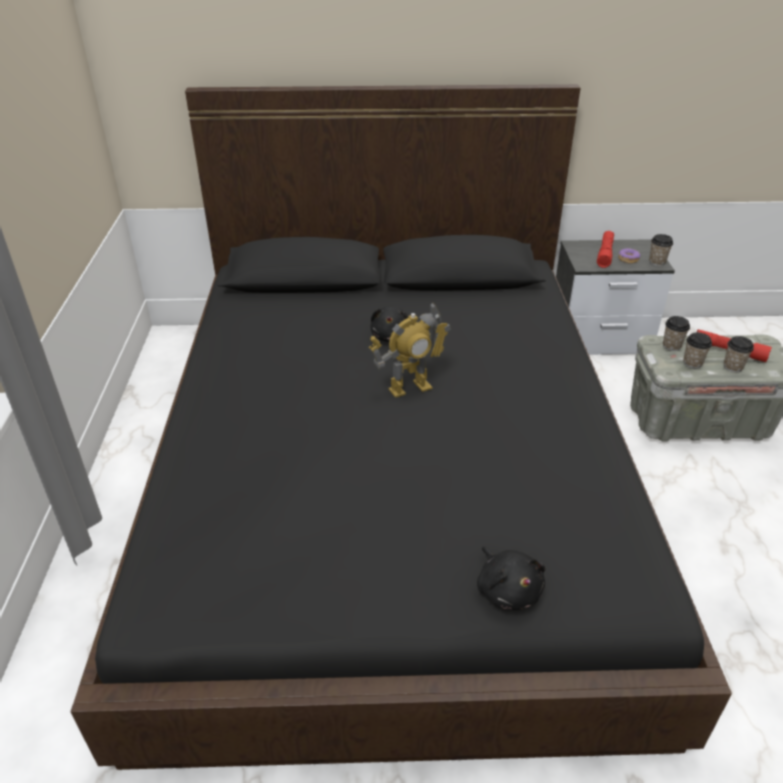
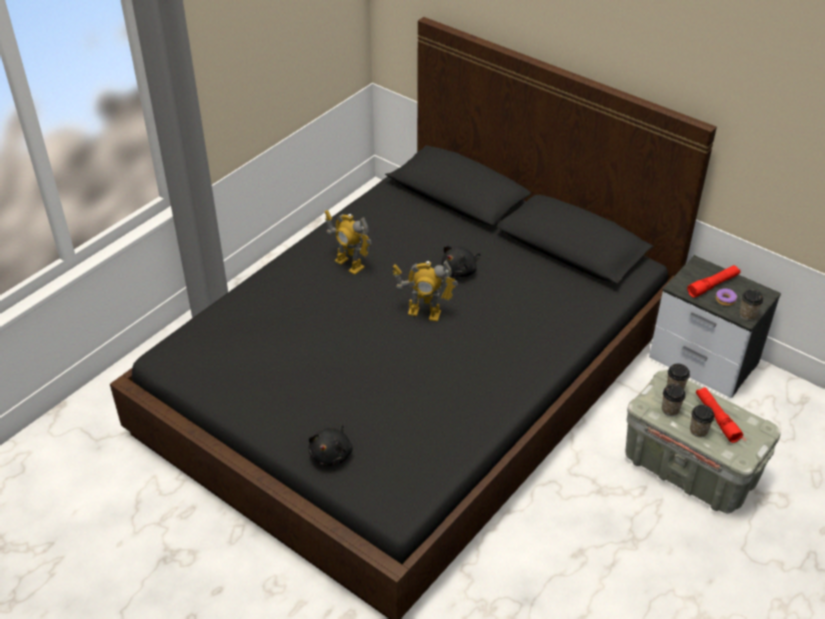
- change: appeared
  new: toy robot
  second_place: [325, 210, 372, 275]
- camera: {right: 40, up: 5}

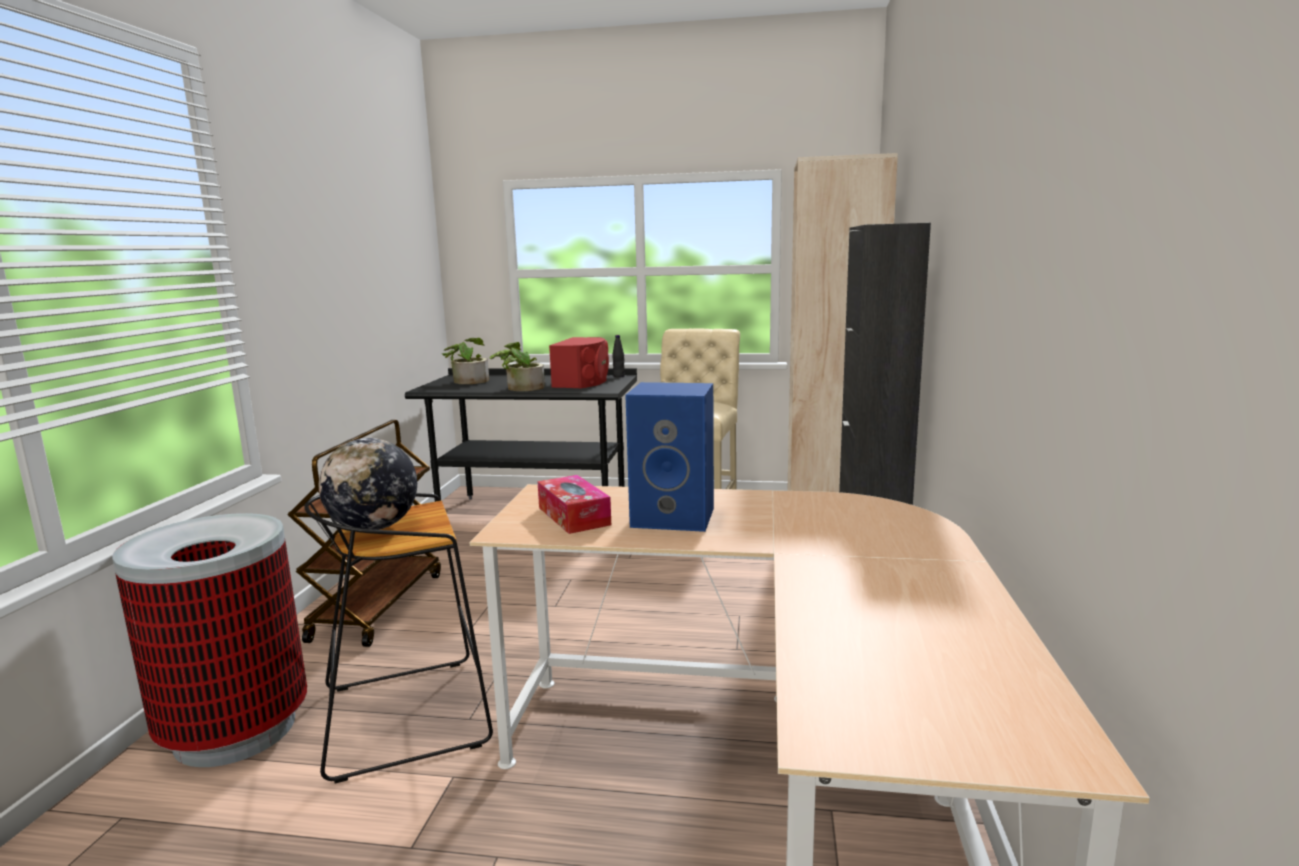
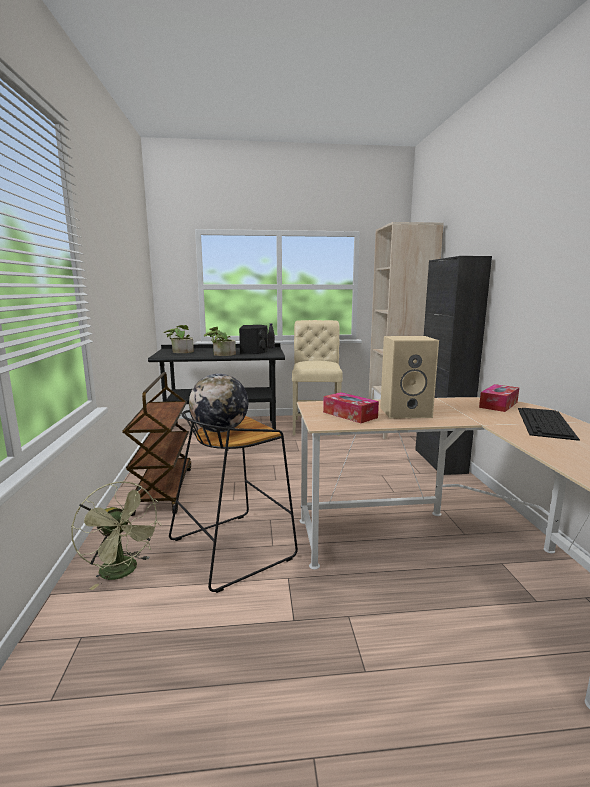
- change: exchanged
  old: trash can
  new: fan/green
  first_place: [112, 513, 307, 767]
  second_place: [71, 481, 161, 590]
- change: colour
  old: speaker/red
  new: speaker/black
  first_place: [549, 337, 609, 388]
  second_place: [239, 325, 268, 354]
- change: colour
  old: speaker/blue
  new: speaker/beige
  first_place: [625, 382, 714, 532]
  second_place: [380, 336, 439, 419]
- change: appeared
  new: tissue box
  second_place: [479, 384, 519, 412]
- change: appeared
  new: keyboard
  second_place: [518, 408, 580, 441]
- camera: {right: -15, up: 0}

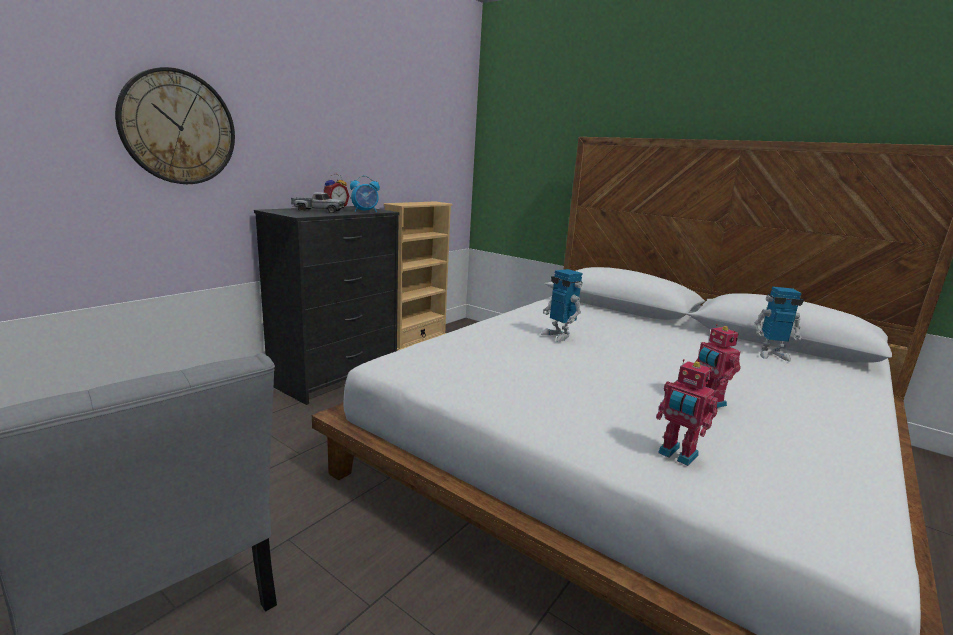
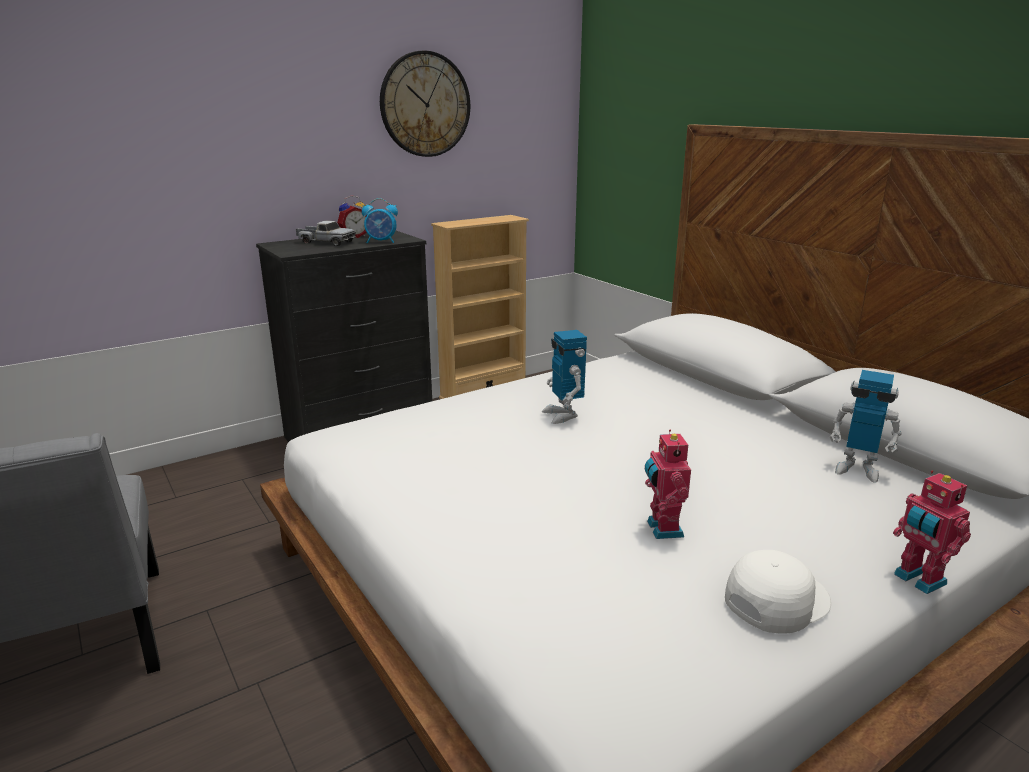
- change: relocated
  old: wall clock
  first_place: [115, 67, 235, 184]
  second_place: [380, 50, 470, 157]
- change: relocated
  old: toy robot
  first_place: [656, 359, 718, 466]
  second_place: [893, 471, 971, 594]
- change: appeared
  new: cap/white
  second_place: [725, 550, 831, 634]
- camera: {right: 20, up: 5}

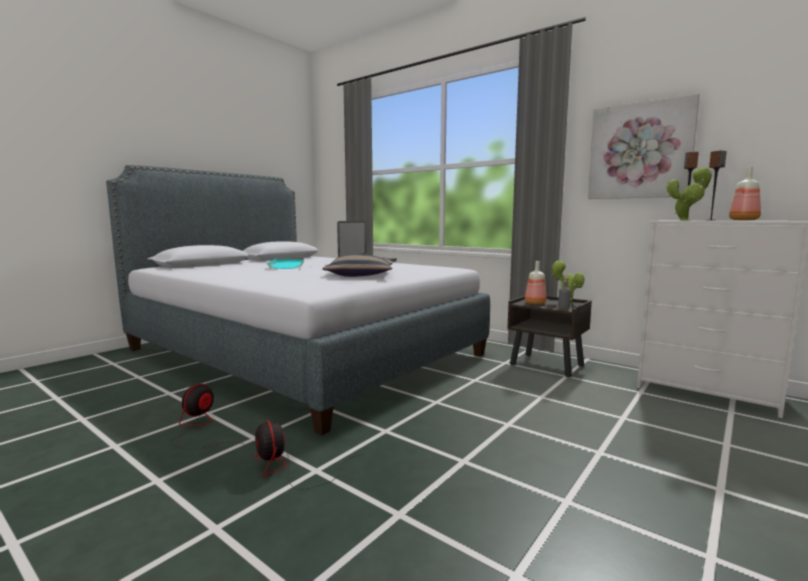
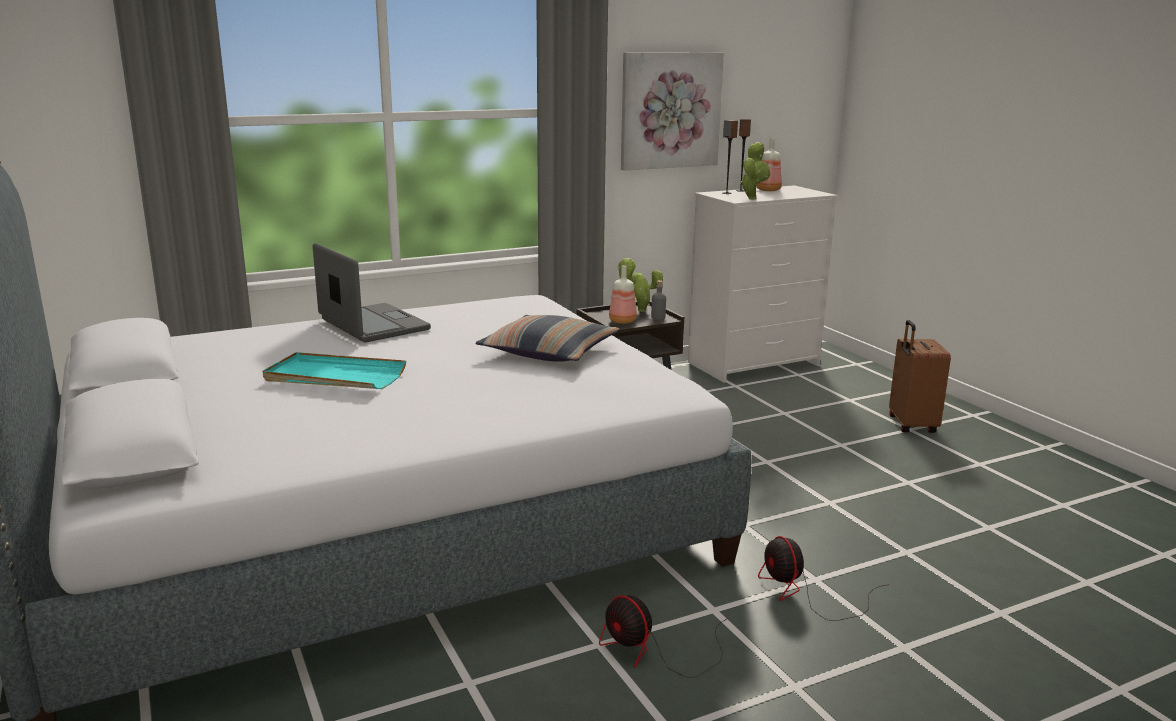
- change: spun
  old: fan
  first_place: [255, 420, 362, 490]
  second_place: [758, 536, 889, 621]
  degrees: 75
- change: appeared
  new: suitcase/brown
  second_place: [889, 320, 951, 433]
- camera: {right: -65, up: 10}

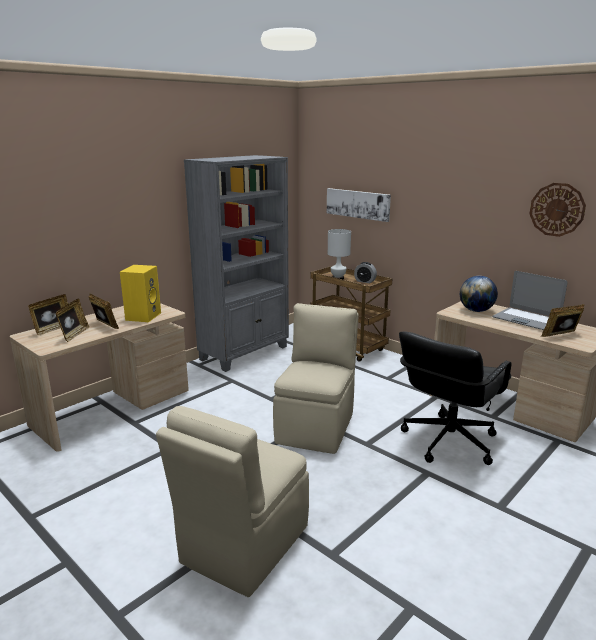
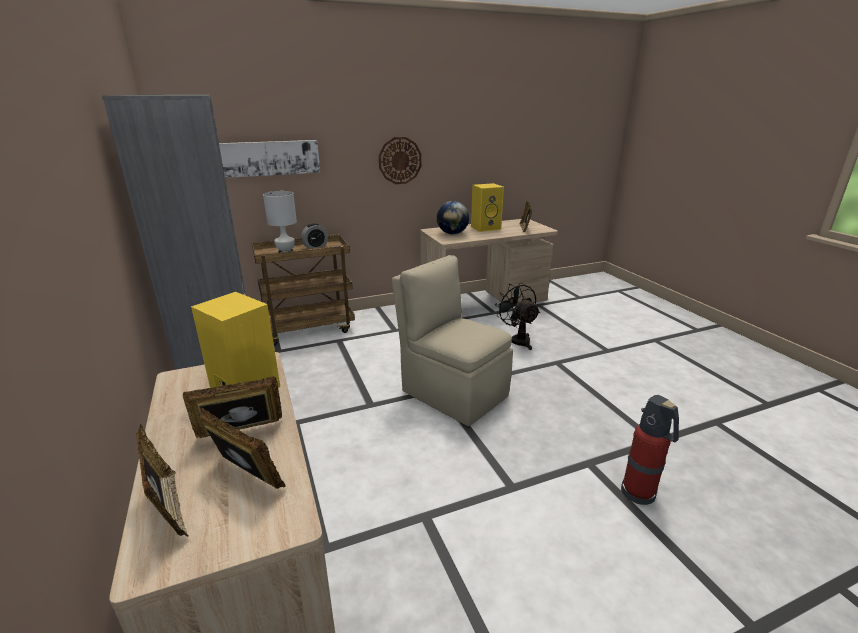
- change: exchanged
  old: chair/beige
  new: fire extinguisher
  first_place: [156, 406, 309, 597]
  second_place: [621, 395, 679, 505]
- change: exchanged
  old: office chair/black
  new: fan/black
  first_place: [399, 331, 512, 465]
  second_place: [496, 283, 540, 350]
- change: exchanged
  old: laptop
  new: speaker/yellow
  first_place: [492, 271, 568, 330]
  second_place: [471, 183, 504, 232]
- change: relocated
  old: wall clock
  first_place: [530, 183, 586, 237]
  second_place: [379, 137, 422, 184]
- camera: {right: -65, up: 5}

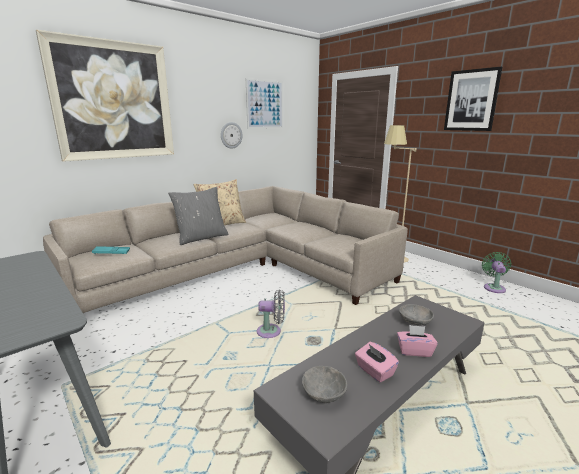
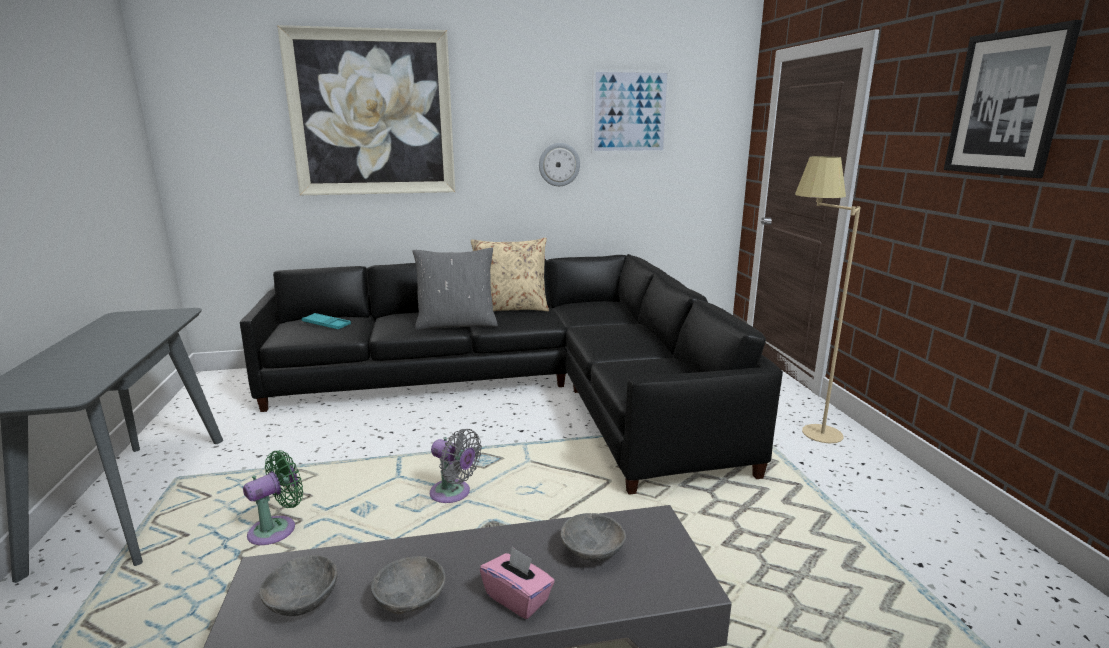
- change: colour
  old: sofa/beige
  new: sofa/black
  first_place: [43, 186, 408, 313]
  second_place: [240, 254, 783, 495]
- change: exchanged
  old: tissue box/pink
  new: bowl/grey
  first_place: [355, 342, 399, 383]
  second_place: [371, 556, 446, 614]
- change: relocated
  old: fan/green
  first_place: [482, 252, 511, 293]
  second_place: [243, 450, 303, 545]
- camera: {right: 30, up: 0}

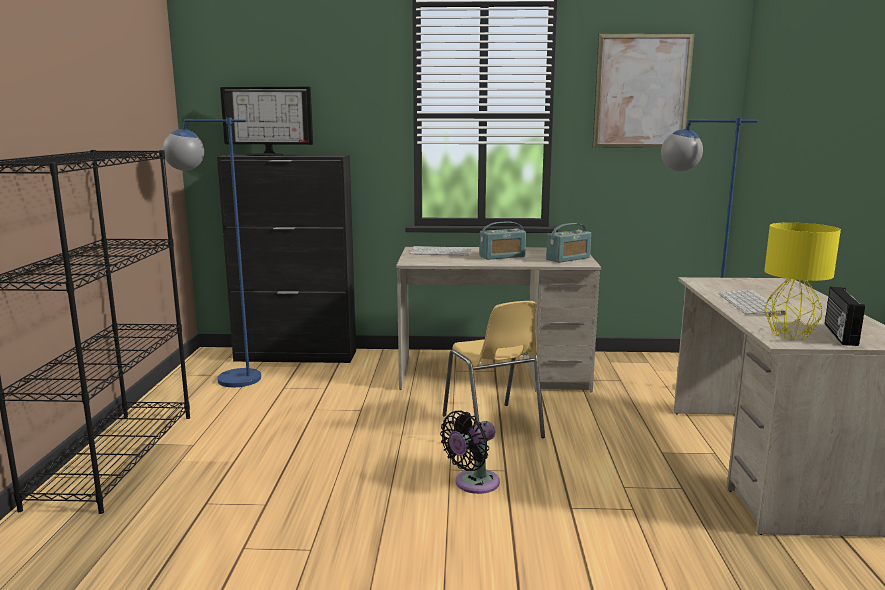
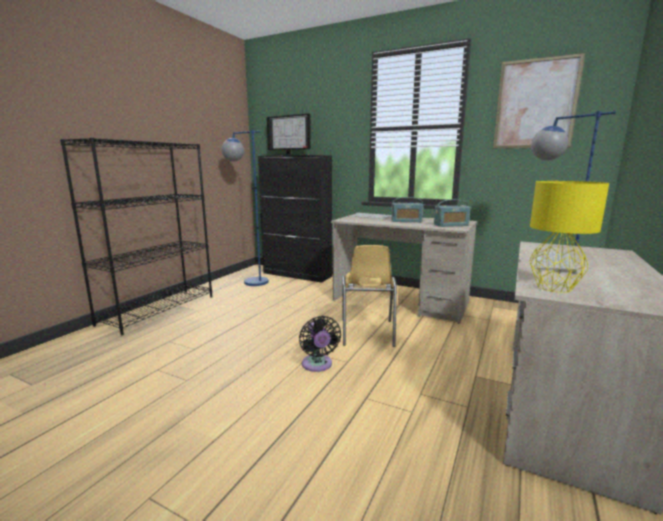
- change: spun
  old: fan/black
  first_place: [440, 411, 500, 494]
  second_place: [299, 316, 341, 372]
  degrees: -90
- change: missing
  old: radio
  first_place: [825, 286, 865, 346]
- camera: {right: 25, up: 0}

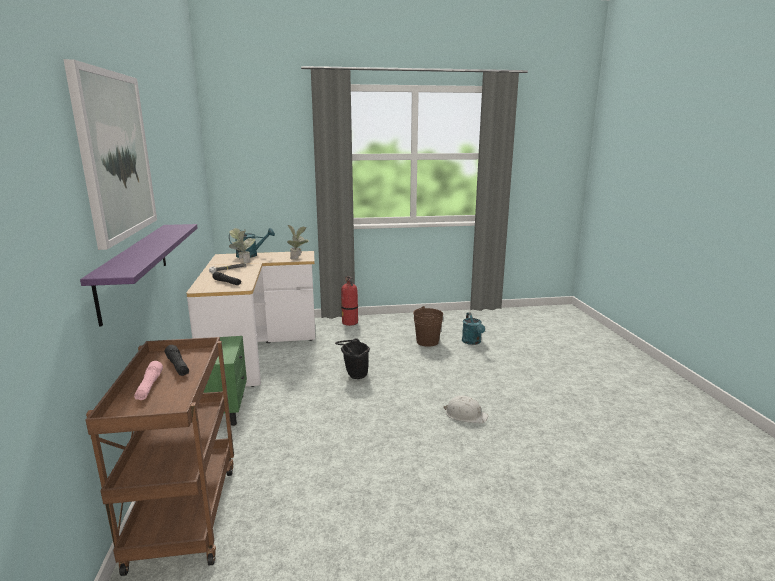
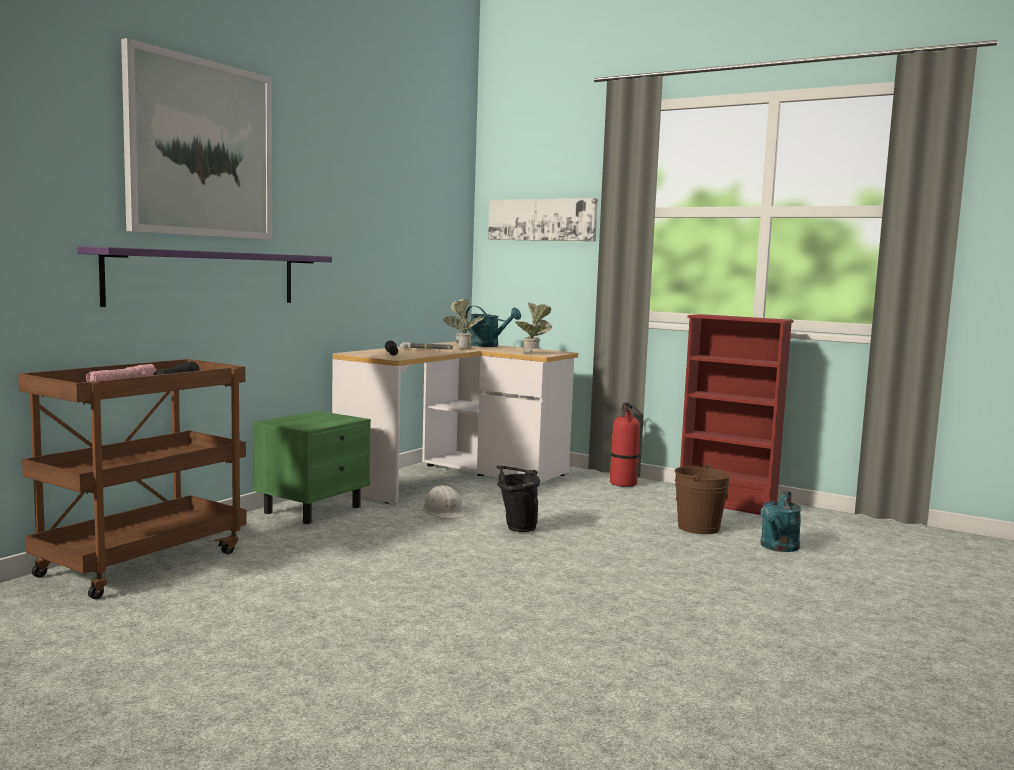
- change: relocated
  old: hard hat/white
  first_place: [443, 396, 488, 423]
  second_place: [422, 485, 465, 519]
- change: appeared
  new: picture
  second_place: [488, 198, 598, 241]
- change: appeared
  new: bookcase/red
  second_place: [676, 314, 794, 515]
- camera: {right: 40, up: -10}

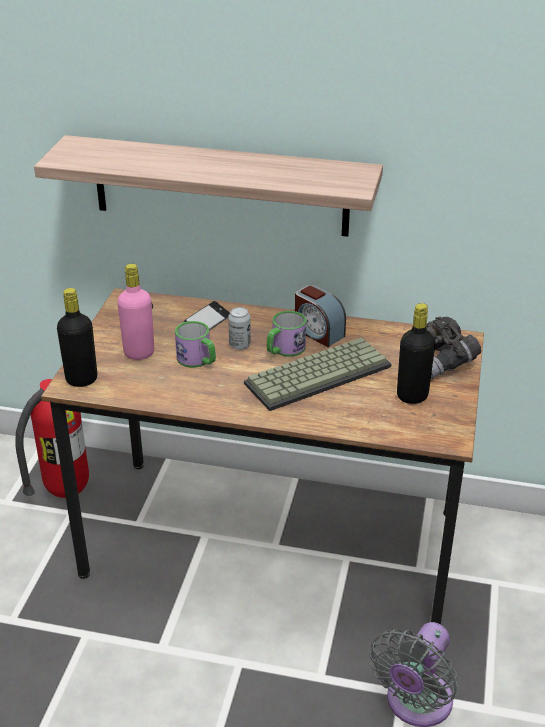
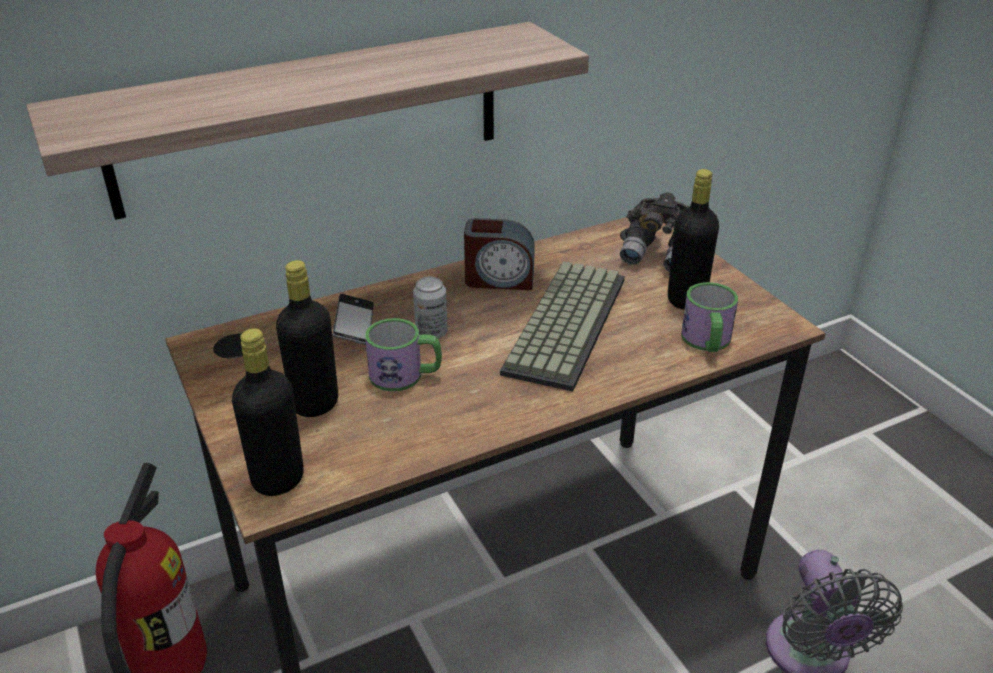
- change: colour
  old: bottle/pink
  new: bottle/black
  first_place: [117, 264, 154, 360]
  second_place: [276, 260, 338, 417]
- change: relocated
  old: mug
  first_place: [267, 311, 306, 357]
  second_place: [681, 282, 738, 352]
- camera: {right: -40, up: 0}

